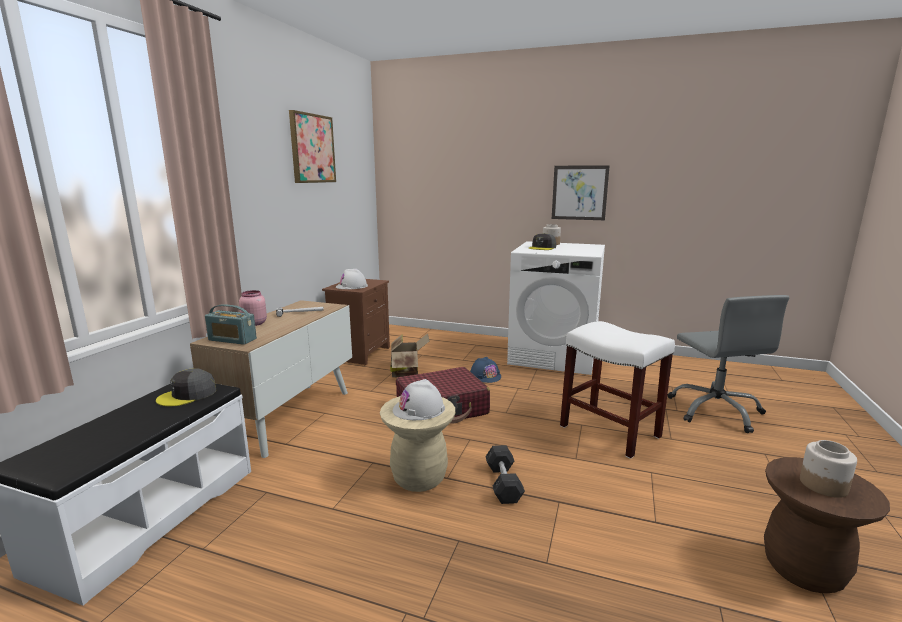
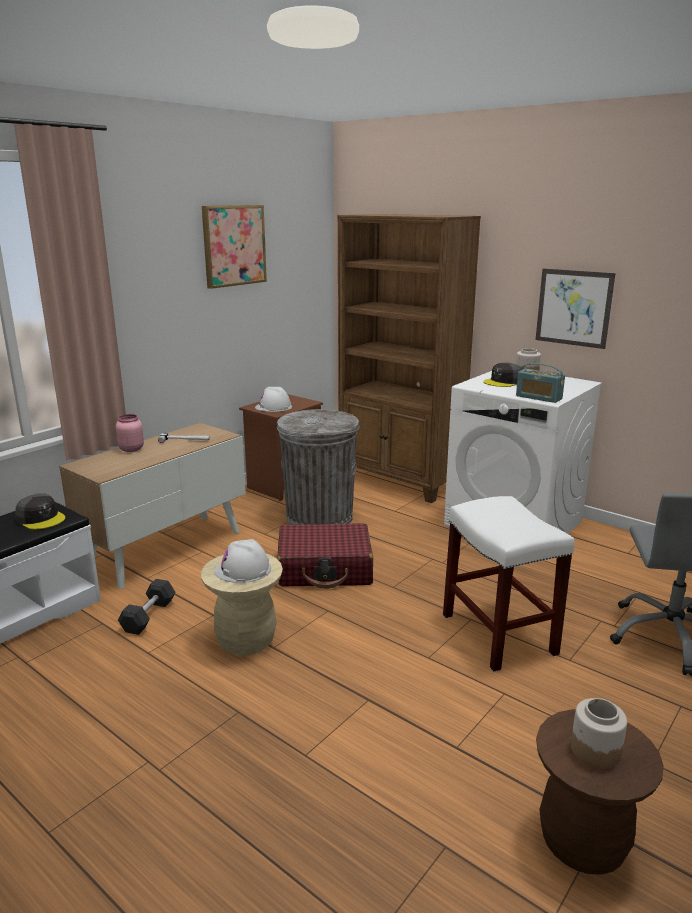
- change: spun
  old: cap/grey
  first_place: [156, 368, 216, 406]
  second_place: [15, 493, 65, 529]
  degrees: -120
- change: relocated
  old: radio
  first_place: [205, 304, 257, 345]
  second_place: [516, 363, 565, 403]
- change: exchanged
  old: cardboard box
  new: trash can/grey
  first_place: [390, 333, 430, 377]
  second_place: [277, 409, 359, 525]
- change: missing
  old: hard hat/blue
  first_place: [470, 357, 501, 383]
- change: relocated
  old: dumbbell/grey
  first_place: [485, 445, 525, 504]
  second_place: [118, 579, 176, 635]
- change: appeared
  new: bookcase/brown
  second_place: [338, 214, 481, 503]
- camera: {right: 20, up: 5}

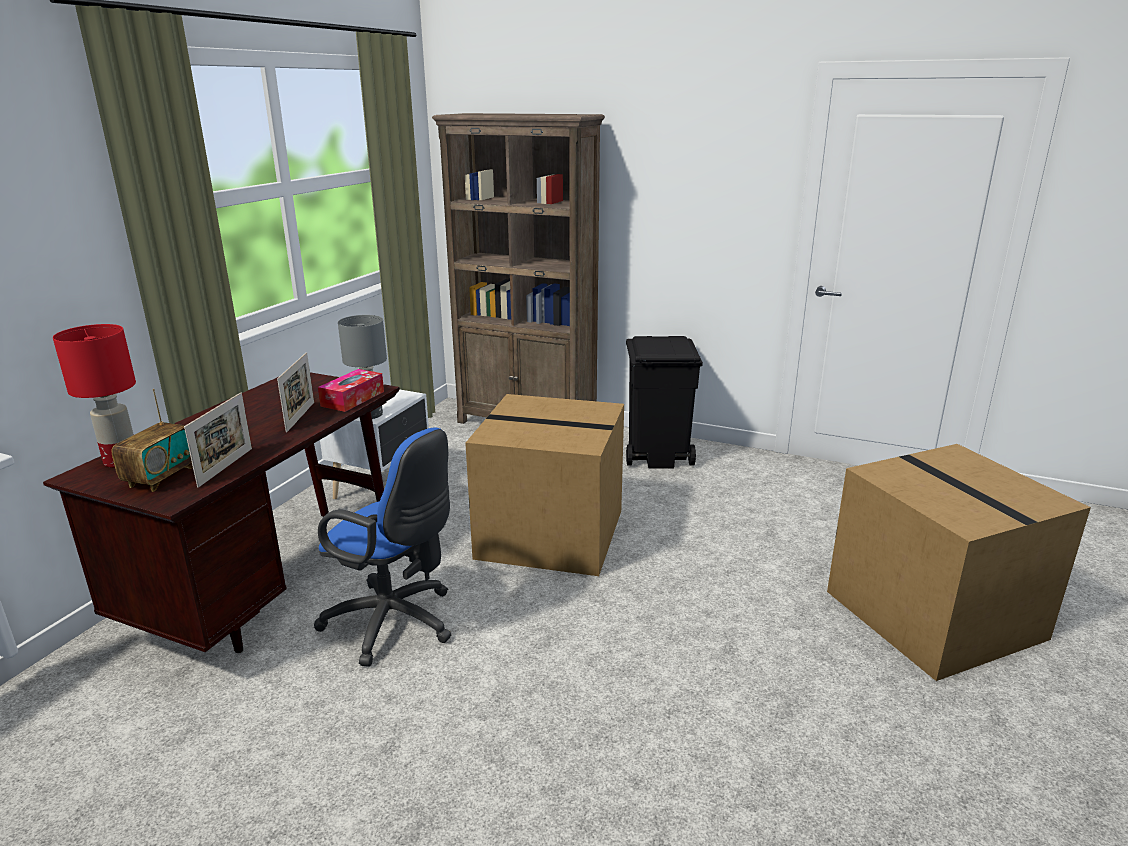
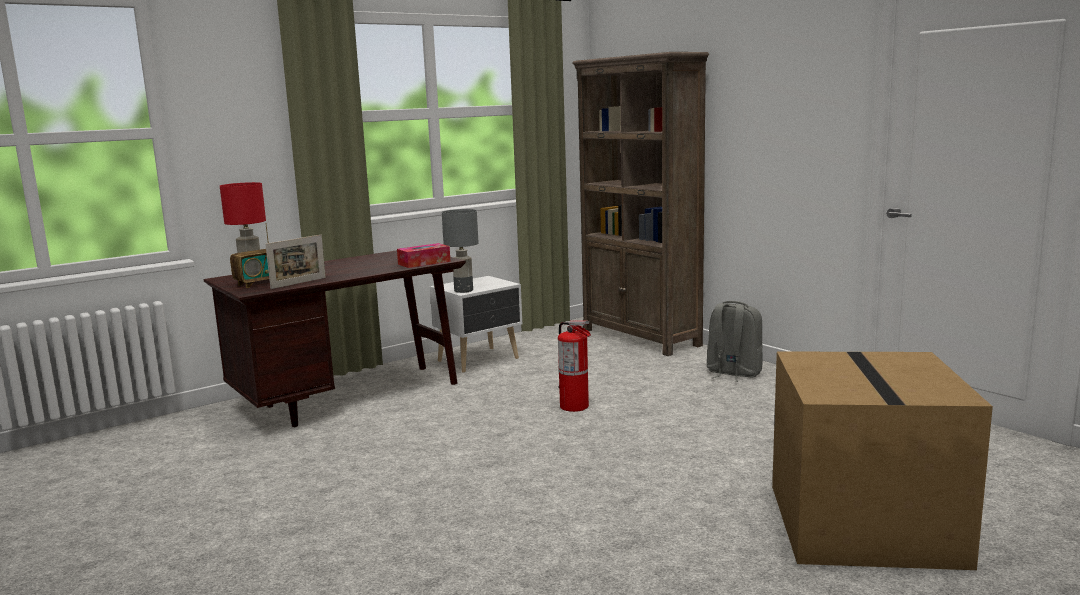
- change: missing
  old: picture frame
  first_place: [277, 352, 314, 432]
- change: missing
  old: office chair/blue
  first_place: [314, 427, 452, 667]
- change: exchanged
  old: cardboard box
  new: fire extinguisher
  first_place: [465, 394, 624, 576]
  second_place: [558, 321, 591, 412]
- change: exchanged
  old: trash can/black
  new: backpack/grey
  first_place: [626, 336, 703, 468]
  second_place: [707, 301, 763, 382]
- camera: {right: 30, up: -10}

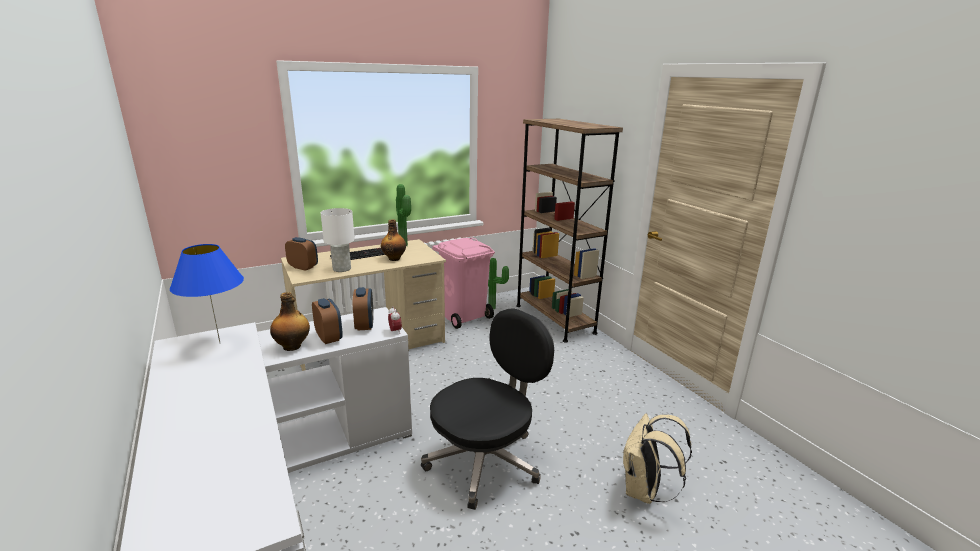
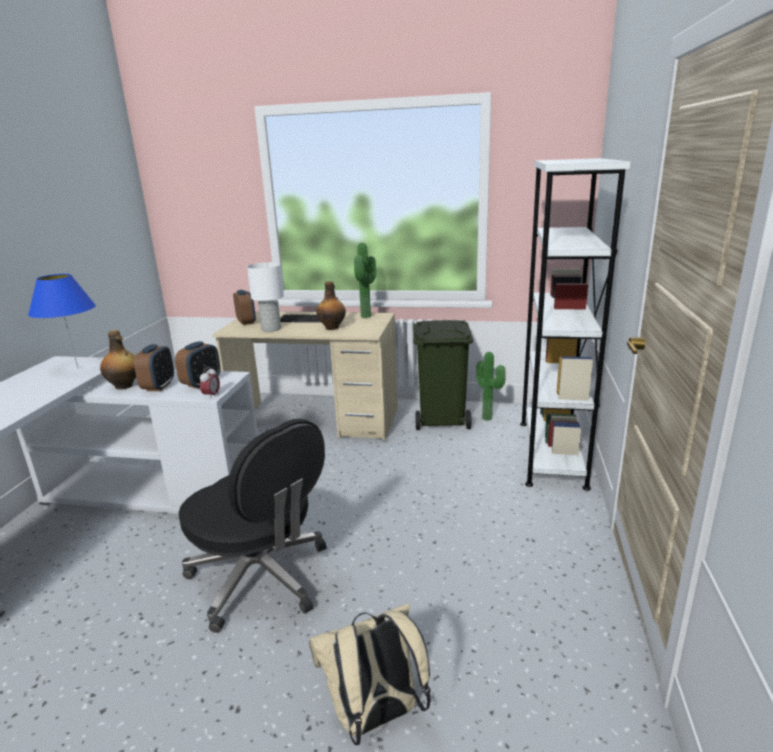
- change: spun
  old: office chair/black
  first_place: [421, 309, 554, 510]
  second_place: [179, 419, 326, 633]
  degrees: 45
- change: colour
  old: trash can/pink
  new: trash can/green
  first_place: [432, 237, 495, 329]
  second_place: [413, 320, 473, 430]
- change: colour
  old: bookcase/brown
  new: bookcase/white
  first_place: [516, 119, 623, 343]
  second_place: [520, 158, 630, 491]
- camera: {right: 40, up: 0}

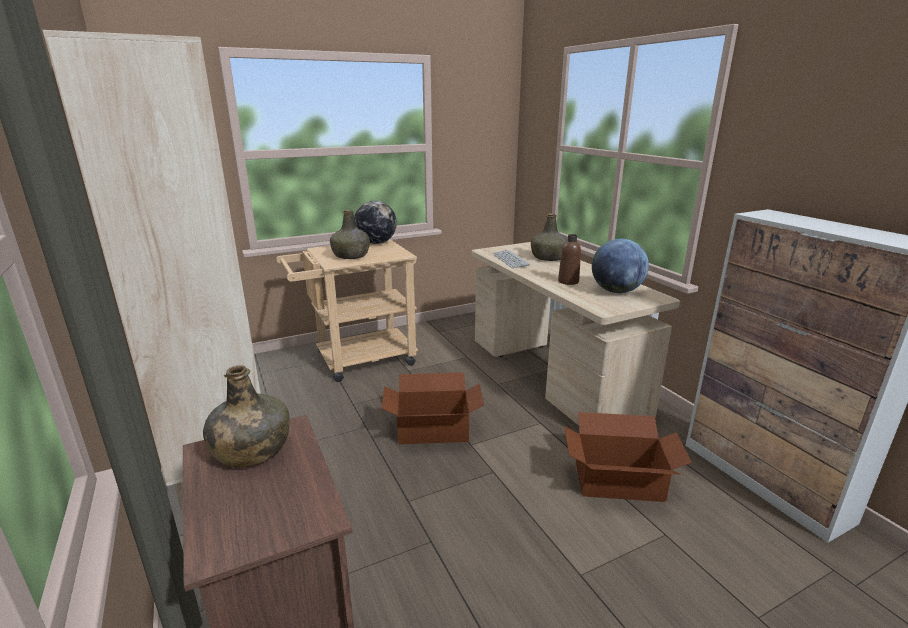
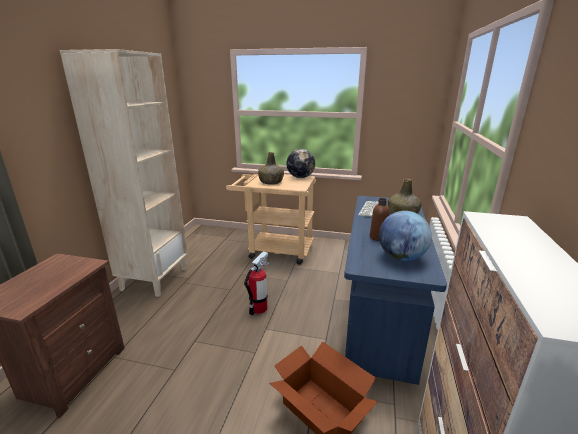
- change: missing
  old: bottle/green
  first_place: [203, 365, 290, 468]
- change: exchanged
  old: cardboard box
  new: fire extinguisher
  first_place: [382, 372, 484, 444]
  second_place: [244, 251, 270, 315]
- change: colour
  old: desk/beige
  new: desk/blue
  first_place: [472, 242, 680, 426]
  second_place: [344, 196, 447, 385]
- camera: {right: 40, up: 0}

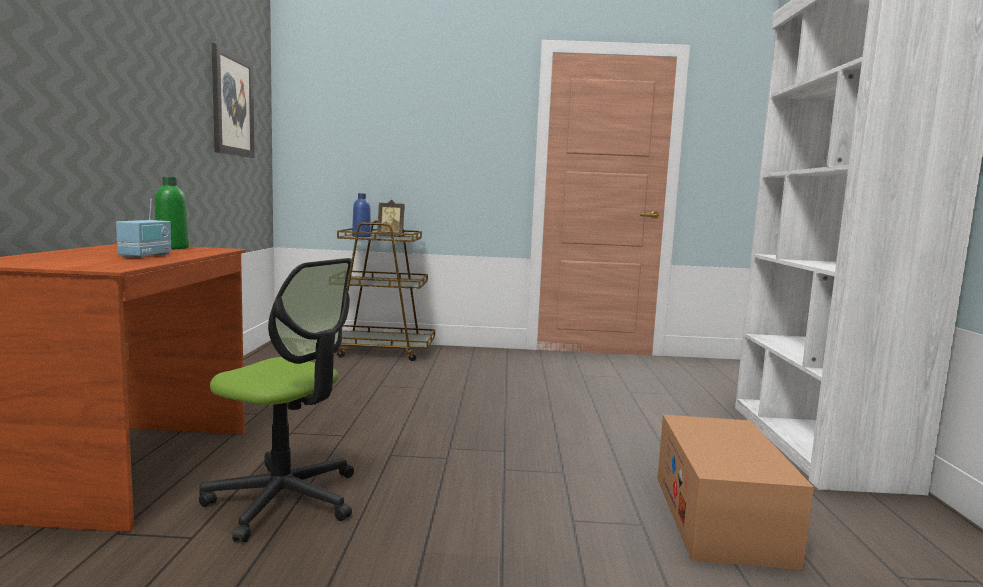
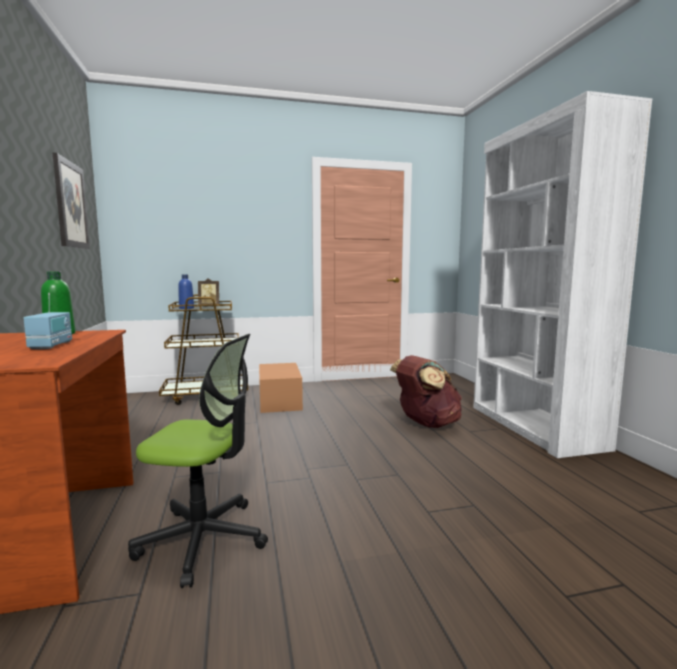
- change: relocated
  old: cardboard box
  first_place: [657, 415, 814, 570]
  second_place: [259, 363, 303, 413]
- change: appeared
  new: backpack/brown
  second_place: [390, 355, 462, 428]
- camera: {right: -15, up: 0}

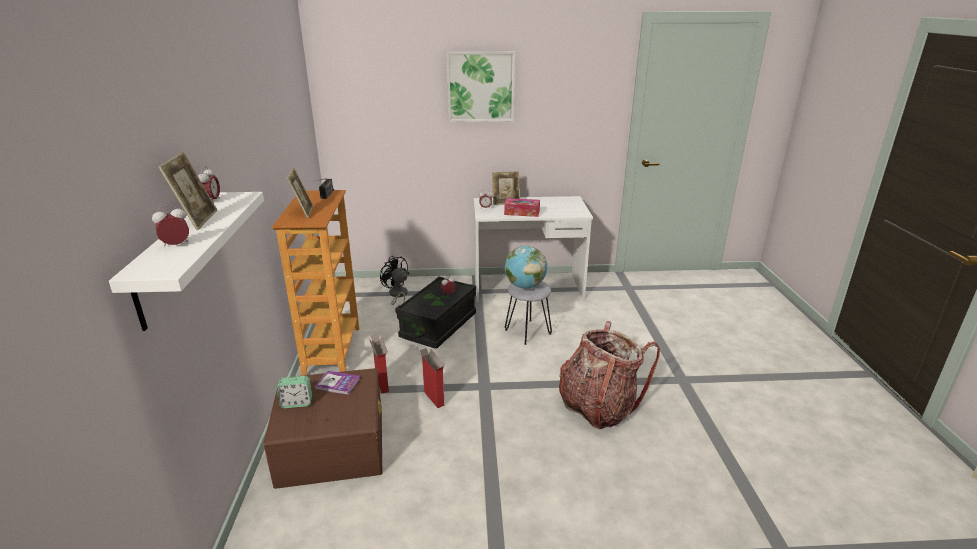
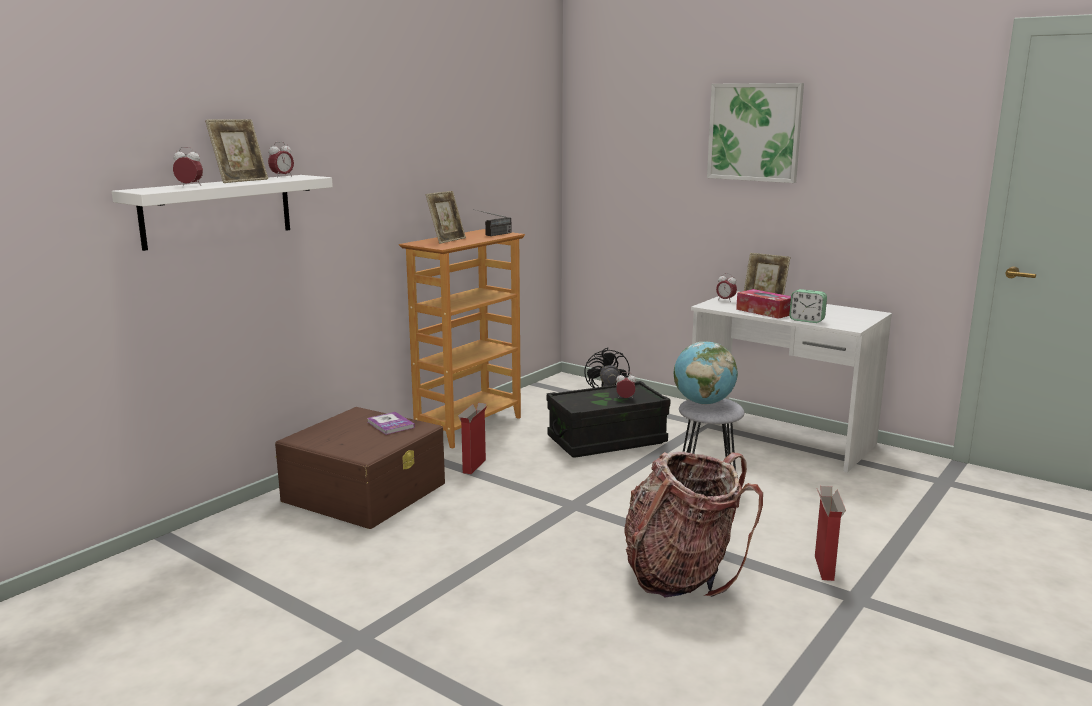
- change: relocated
  old: alarm clock
  first_place: [276, 376, 312, 408]
  second_place: [789, 289, 827, 323]
- change: relocated
  old: cardboard box
  first_place: [419, 348, 445, 408]
  second_place: [815, 486, 846, 581]
- camera: {right: 40, up: -10}

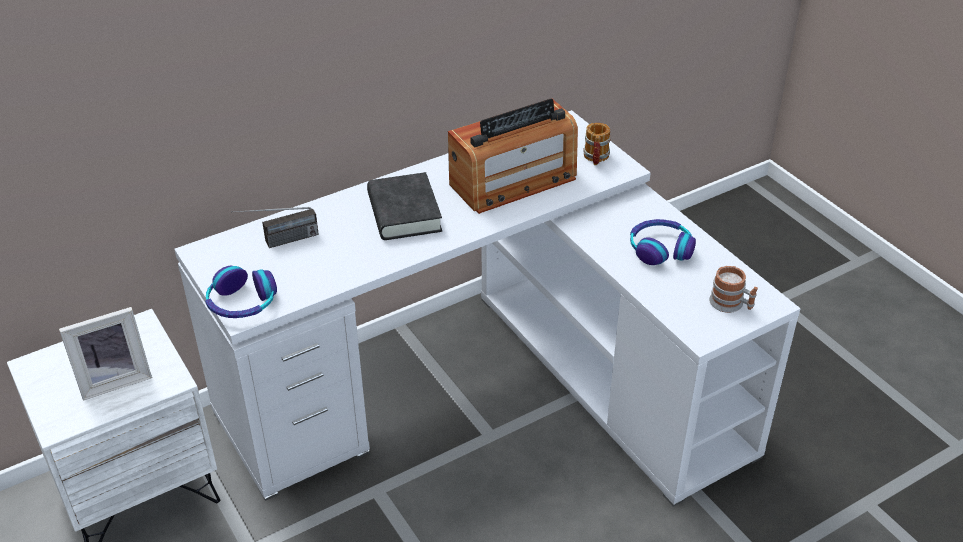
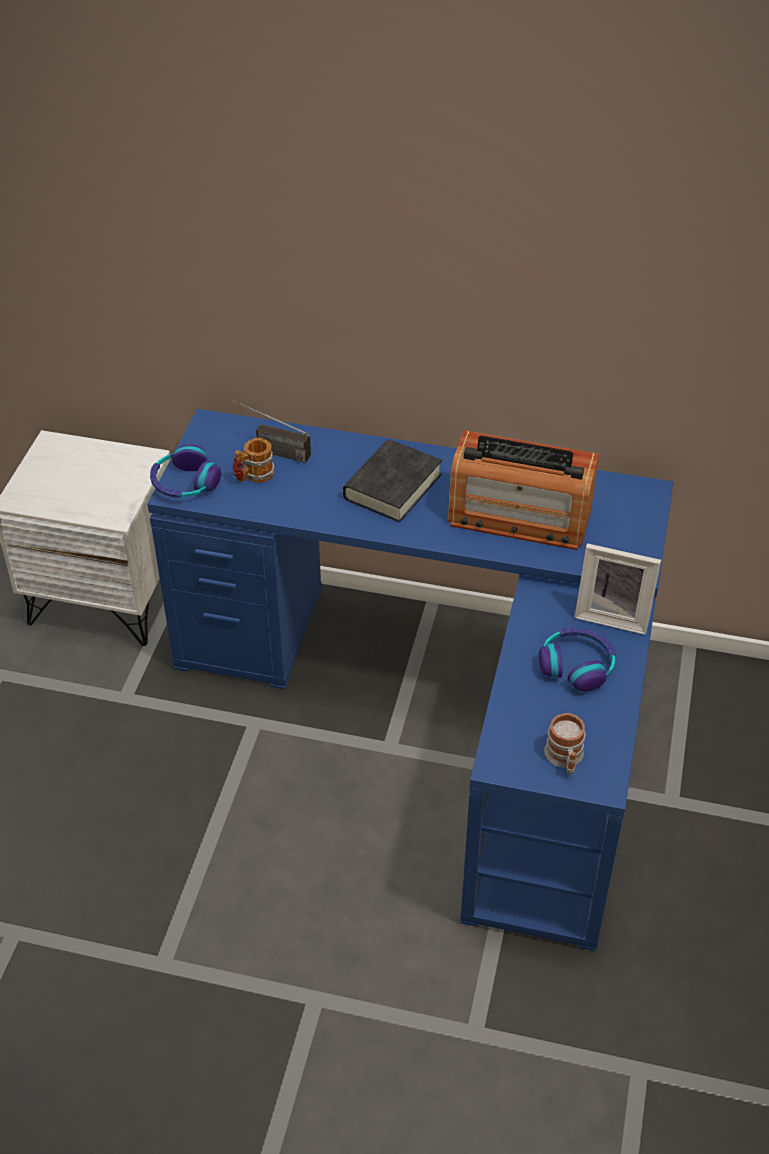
- change: relocated
  old: picture frame
  first_place: [59, 307, 152, 401]
  second_place: [574, 543, 661, 635]
- change: colour
  old: desk/white
  new: desk/blue
  first_place: [174, 110, 800, 507]
  second_place: [147, 409, 674, 951]
- change: relocated
  old: mug
  first_place: [583, 123, 611, 165]
  second_place: [233, 438, 274, 483]
- camera: {right: 45, up: 5}

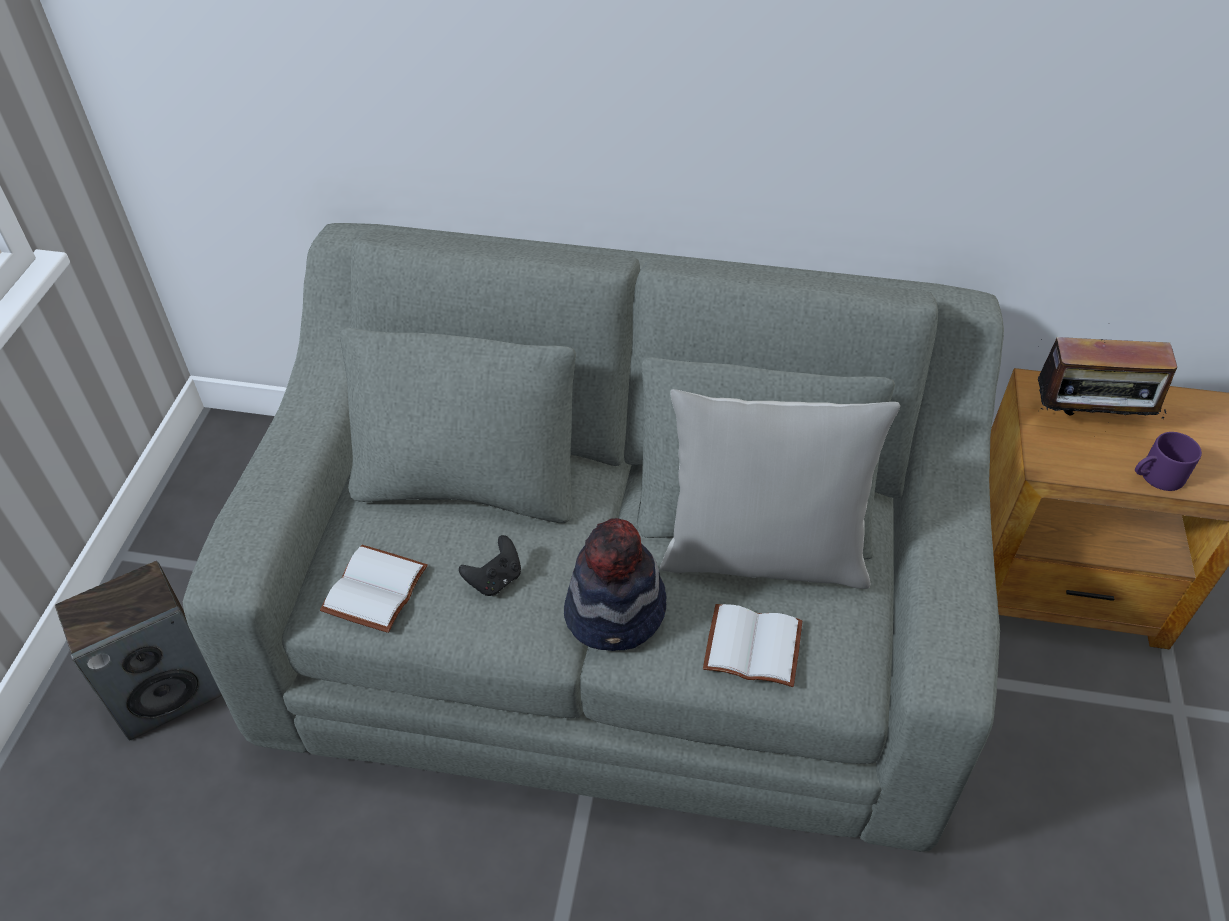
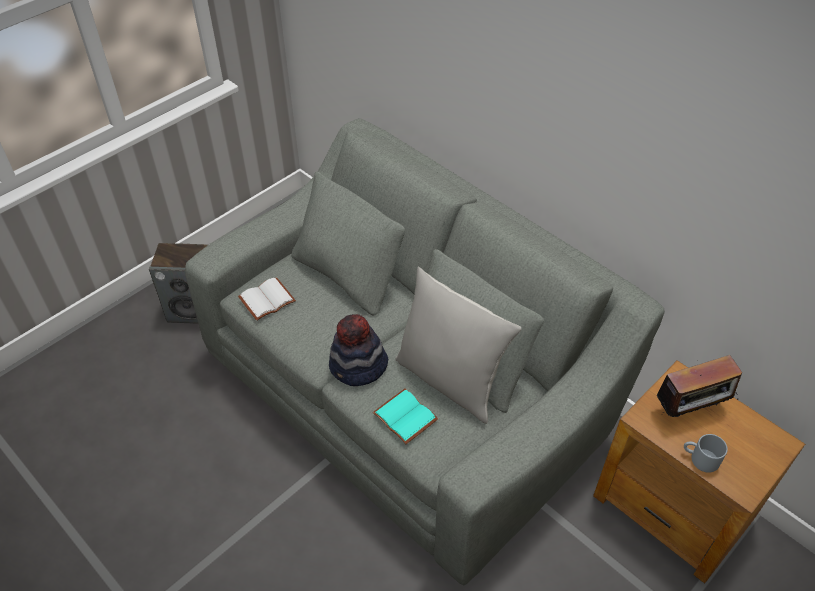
- change: missing
  old: game controller/black
  first_place: [459, 535, 521, 596]
- change: colour
  old: book/white
  new: book/turquoise
  first_place: [703, 604, 802, 687]
  second_place: [373, 389, 438, 444]
- change: spun
  old: radio
  first_place: [1038, 323, 1177, 420]
  second_place: [652, 355, 742, 417]
  degrees: -60
- change: colour
  old: mug/purple
  new: mug/grey
  first_place: [1135, 432, 1202, 491]
  second_place: [684, 434, 728, 473]
- camera: {right: 35, up: 0}

